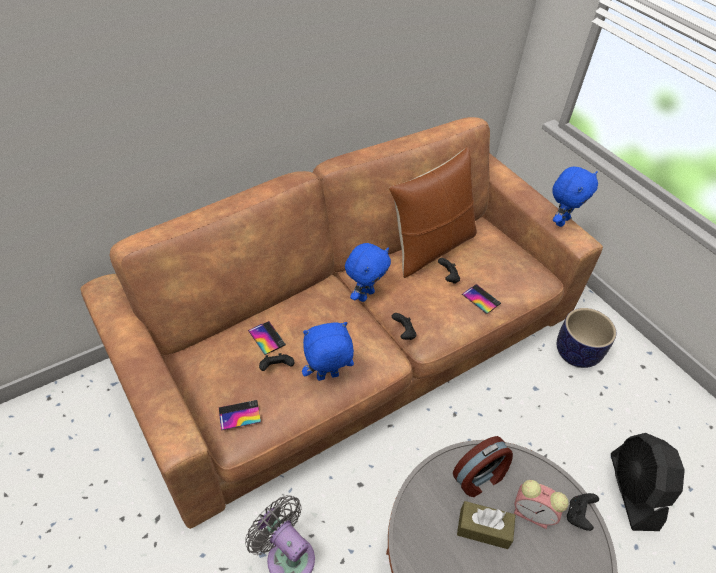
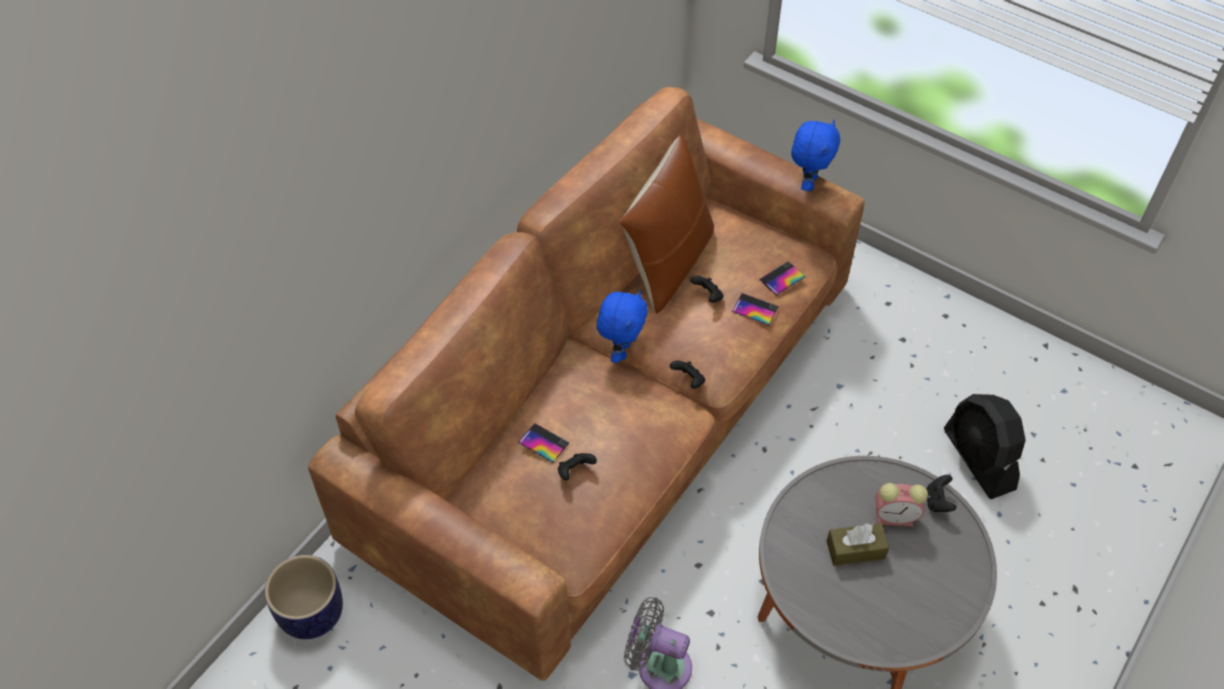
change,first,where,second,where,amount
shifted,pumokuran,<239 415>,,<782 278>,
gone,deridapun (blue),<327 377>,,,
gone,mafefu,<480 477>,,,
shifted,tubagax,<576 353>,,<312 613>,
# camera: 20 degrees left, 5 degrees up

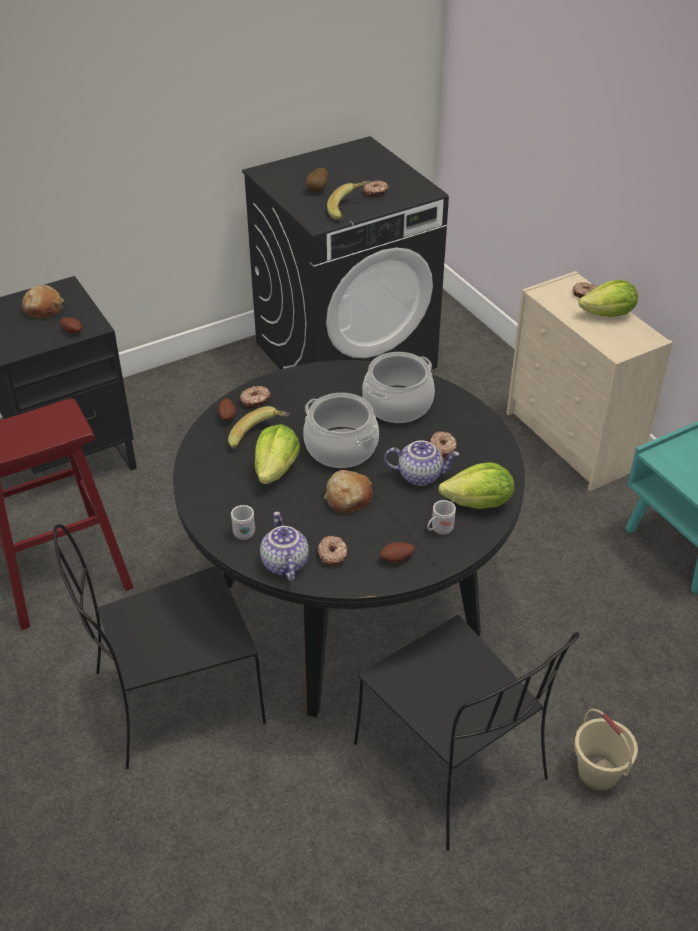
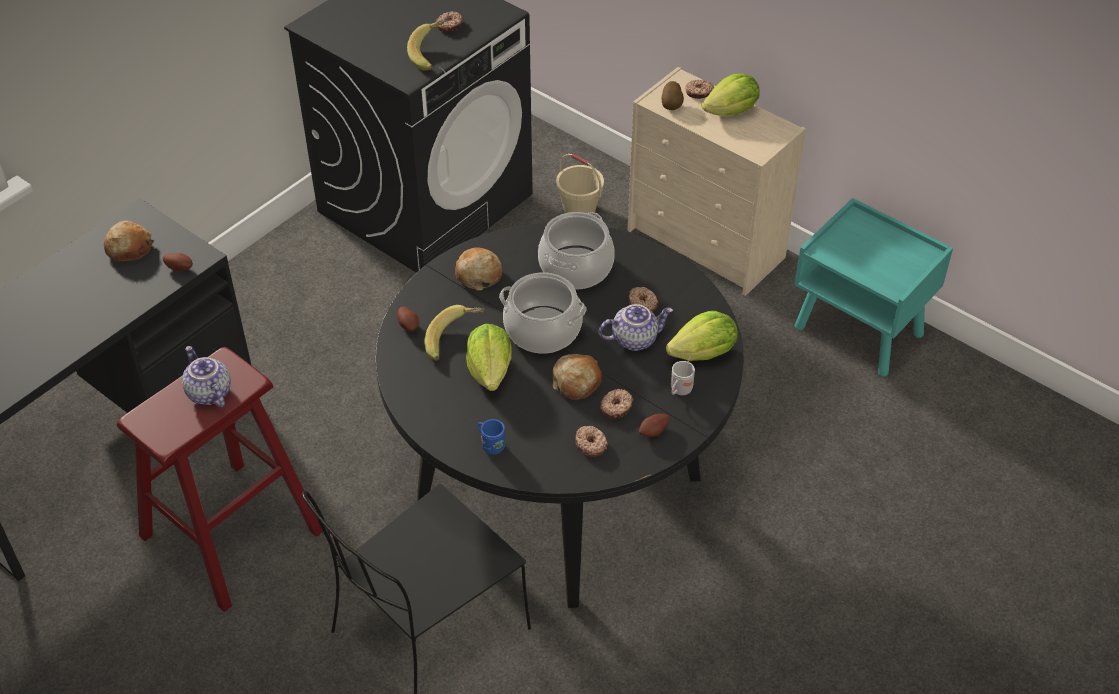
change,first,where,second,where,amount
repainted,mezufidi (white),<243 531>,mezufidi (blue),<491 445>,
shifted,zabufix,<255 401>,,<617 407>,
shifted,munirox,<283 563>,,<208 393>,
shifted,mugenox,<318 190>,,<672 106>,
gone,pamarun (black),<453 764>,,,
shifted,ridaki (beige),<598 773>,,<580 210>,
new,,,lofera,<478 275>,
# camera: 20 degrees left, 5 degrees up

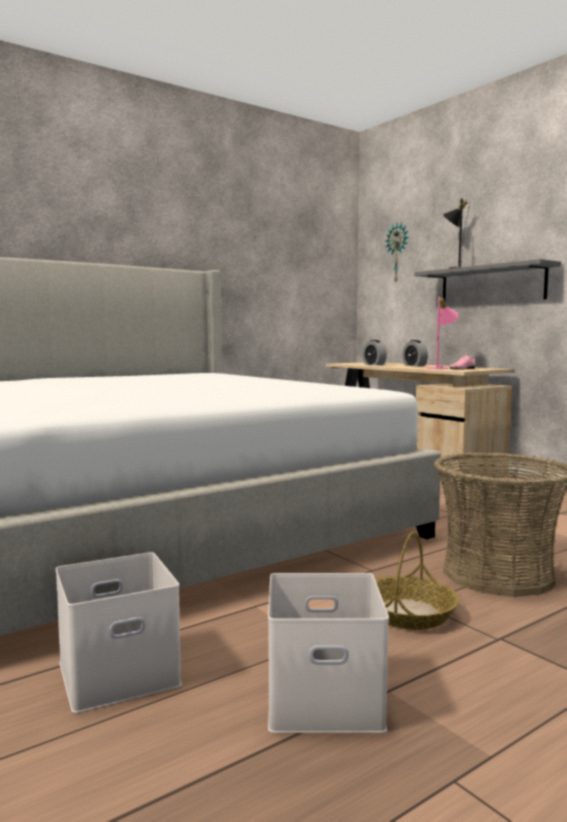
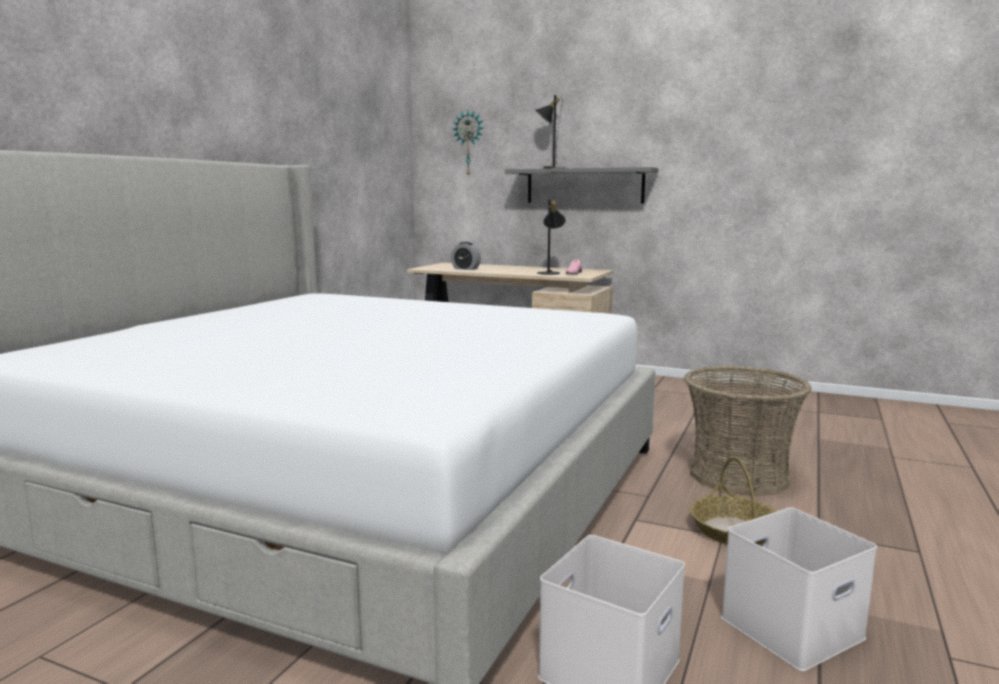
change,first,where,second,where,amount
gone,mafefu,<414 366>,,,
repainted,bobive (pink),<440 368>,bobive (black),<550 272>,
# camera: 30 degrees left, 5 degrees up

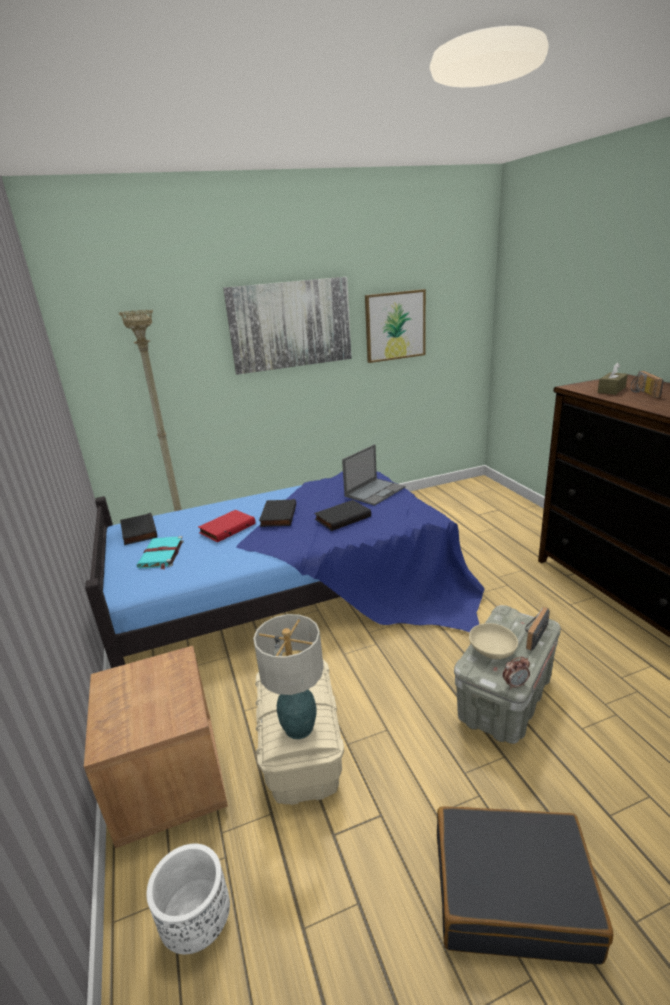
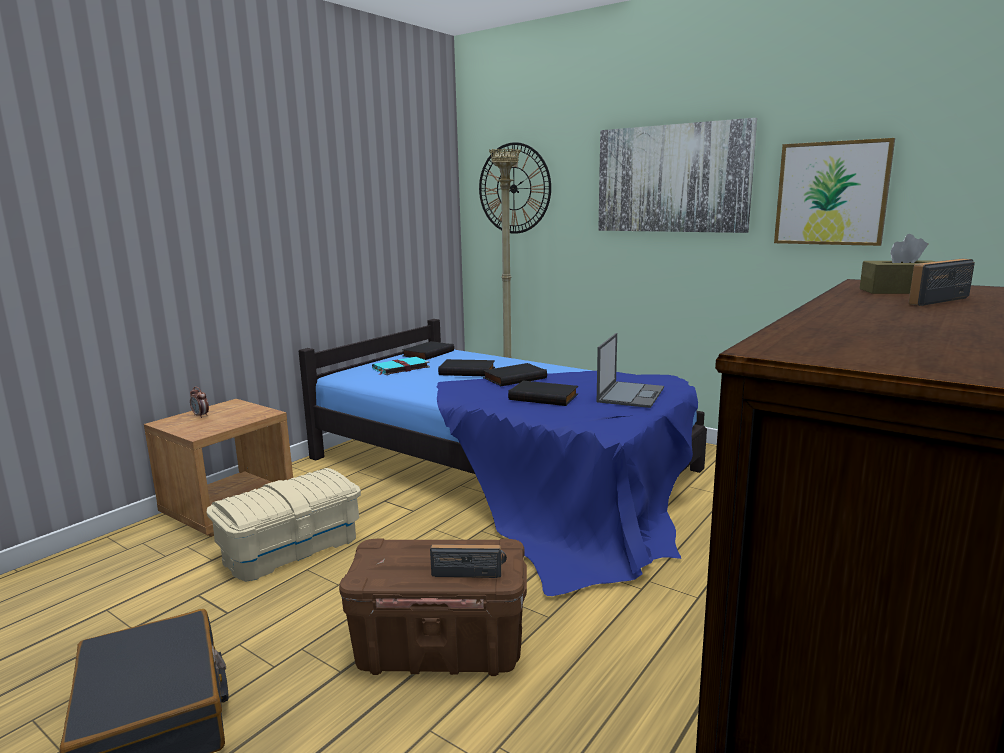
change,first,where,second,where,amount
gone,tubagax (white),<197 923>,,,
repainted,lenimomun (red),<227 528>,lenimomun (black),<468 371>,
gone,bobive,<298 728>,,,
rotated,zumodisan,<375 491>,,<630 394>,75 degrees counterclockwise
repainted,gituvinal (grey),<505 700>,gituvinal (brown),<438 650>,
gone,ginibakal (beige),<492 651>,,,
shifted,mafefu,<515 685>,,<201 416>,
new,,,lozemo,<514 188>,
# camera: 55 degrees right, 10 degrees down

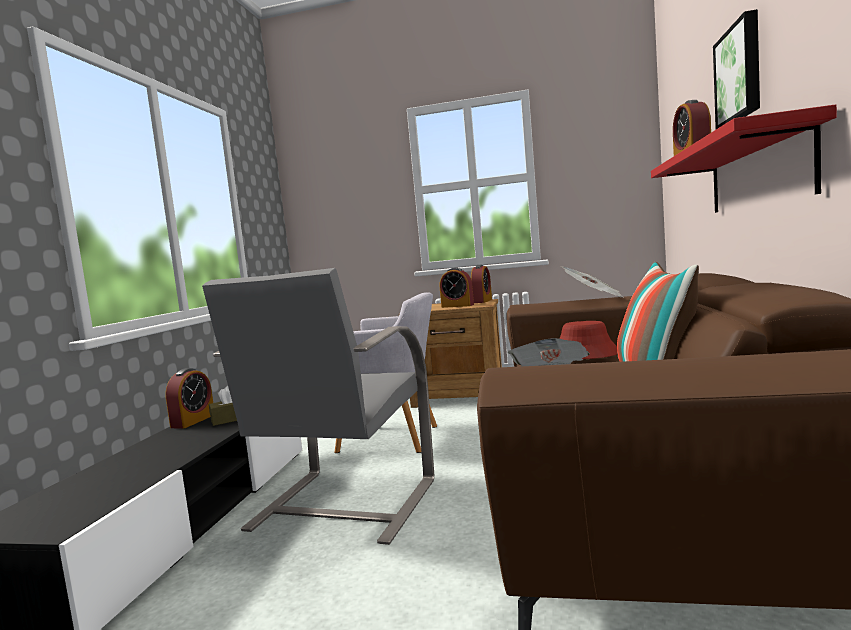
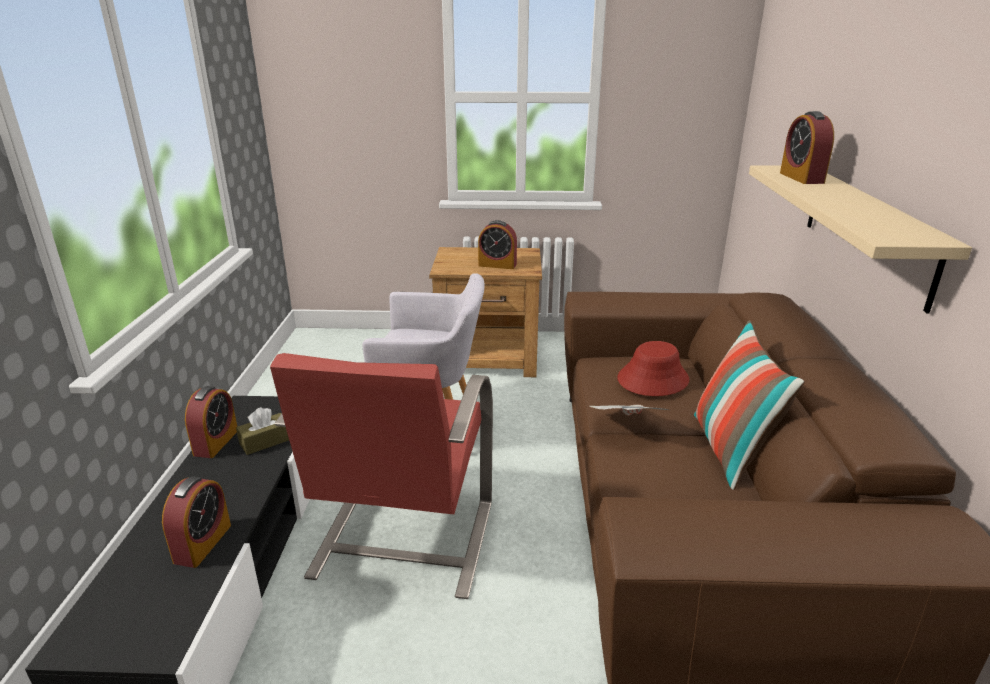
change,first,where,second,where,amount
repainted,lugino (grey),<342 505>,lugino (red),<403 540>,
shifted,mafefu,<482 301>,,<203 543>,
gone,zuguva,<594 298>,,,
repainted,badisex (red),<756 173>,badisex (beige),<867 230>,
gone,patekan,<740 74>,,,
# camera: 10 degrees left, 20 degrees up

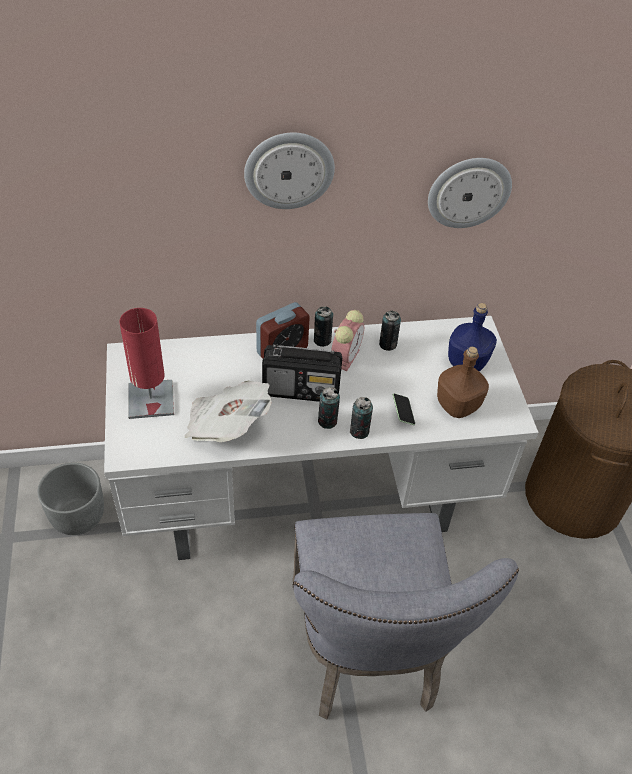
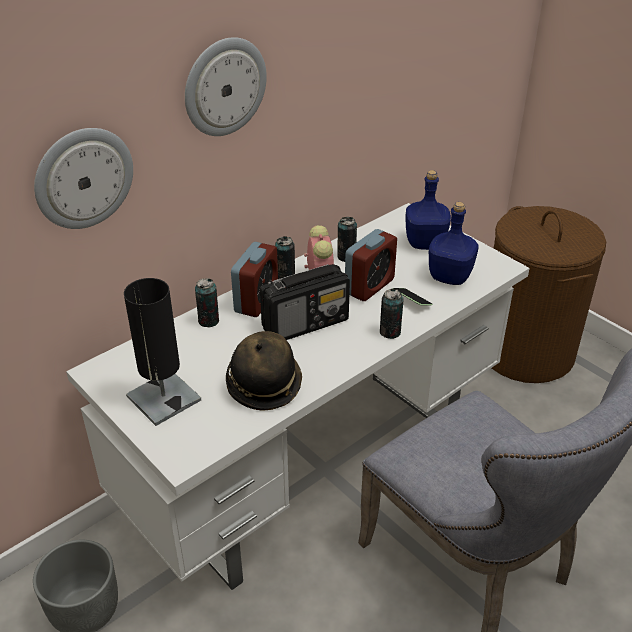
change,first,where,second,where,amount
repainted,bobive (red),<151 400>,bobive (black),<164 398>,
swapped,zuguva,<226 425>,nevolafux,<263 384>,
shifted,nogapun,<327 421>,,<209 321>,
shifted,lozemo,<468 192>,,<83 178>,
repainted,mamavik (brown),<456 406>,mamavik (blue),<449 277>,
new,,,mafefu,<369 286>,
# camera: 30 degrees left, 10 degrees down

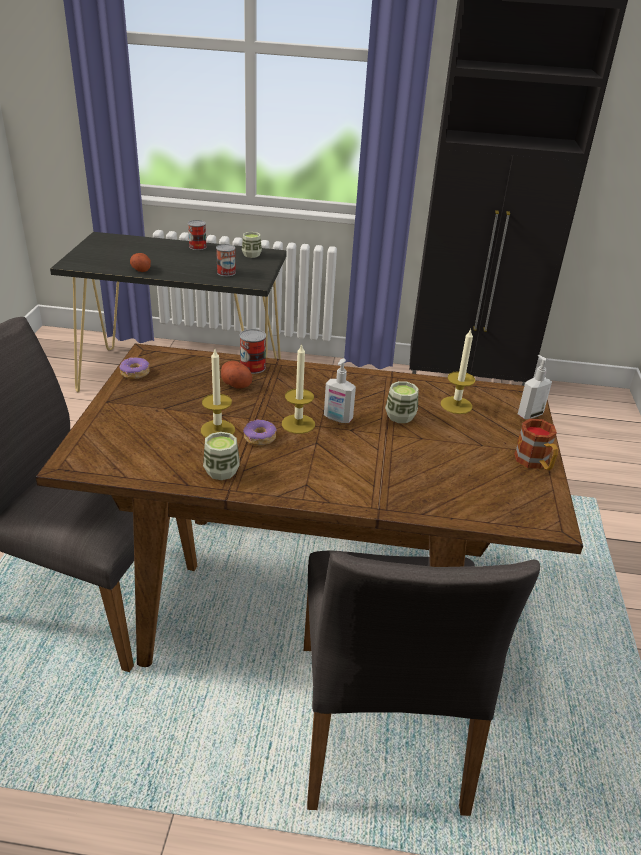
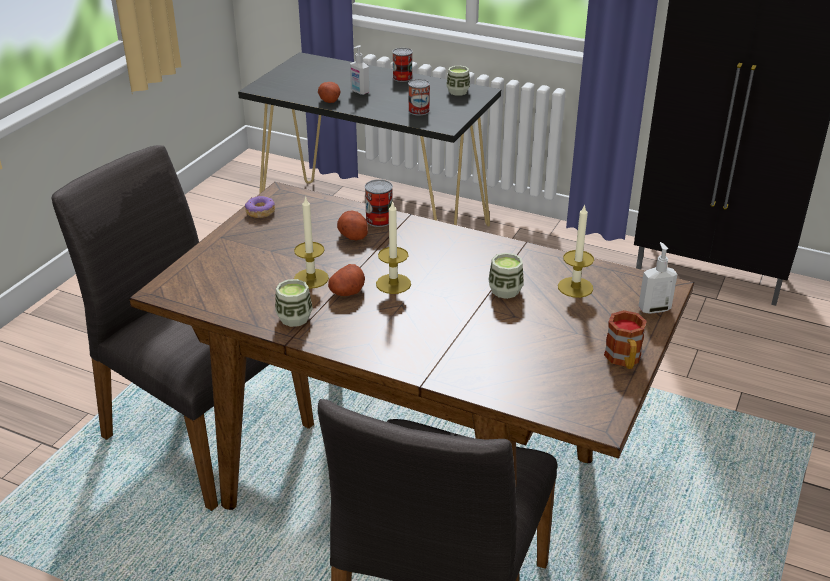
change,first,where,second,where,amount
swapped,zabufix,<259 438>,mugenox,<347 292>,
shifted,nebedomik,<337 418>,,<359 92>,
# camera: 20 degrees right, 0 degrees up

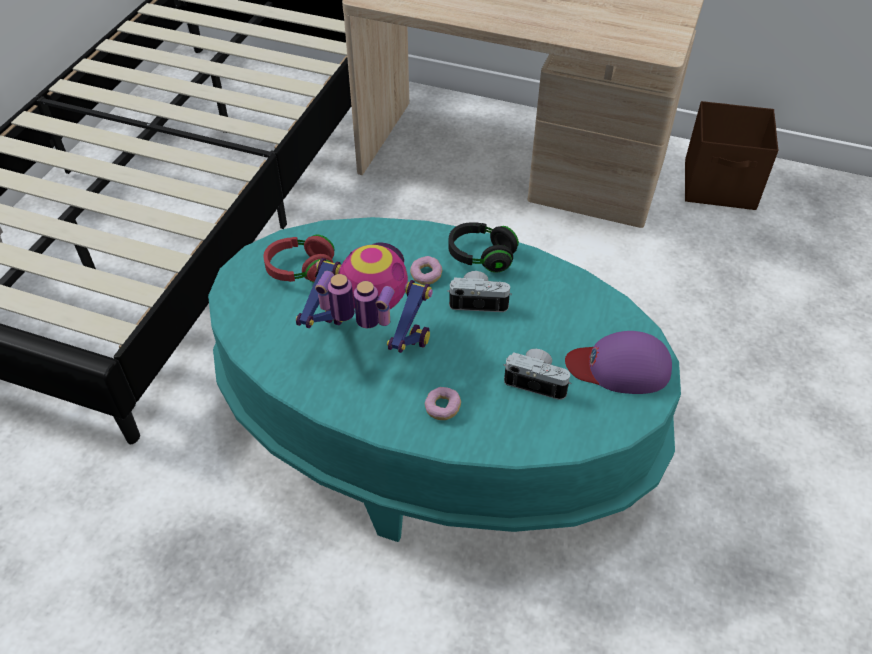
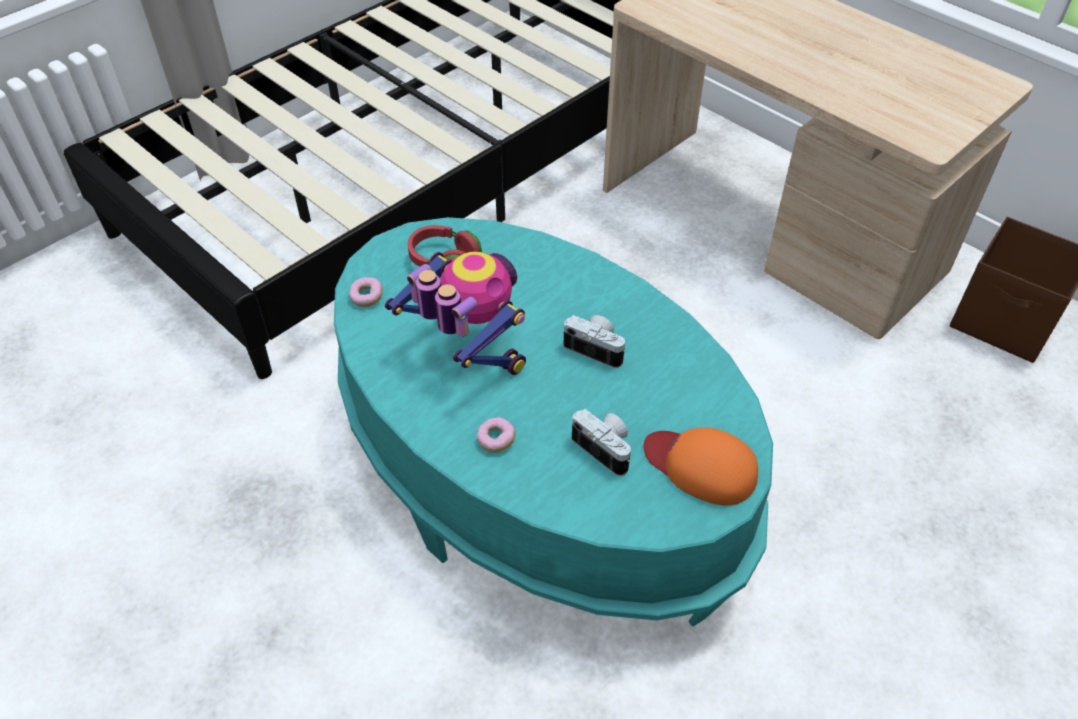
change,first,where,second,where,amount
shifted,zabufix,<426 275>,,<367 297>,
gone,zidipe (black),<481 256>,,,
repainted,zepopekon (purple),<619 367>,zepopekon (orange),<701 466>,
# camera: 25 degrees right, 0 degrees up

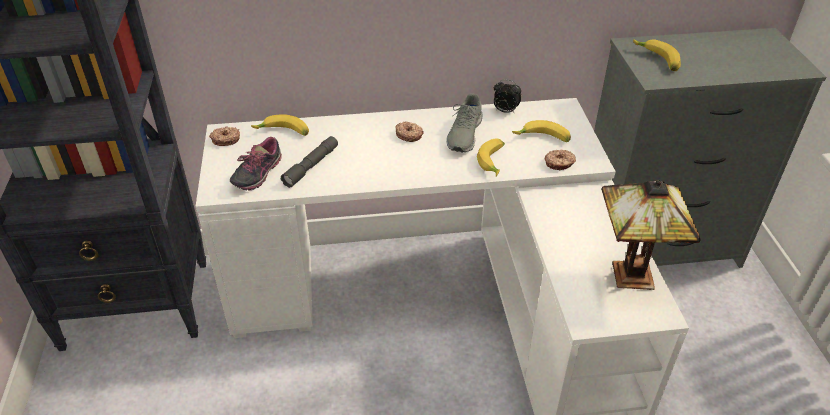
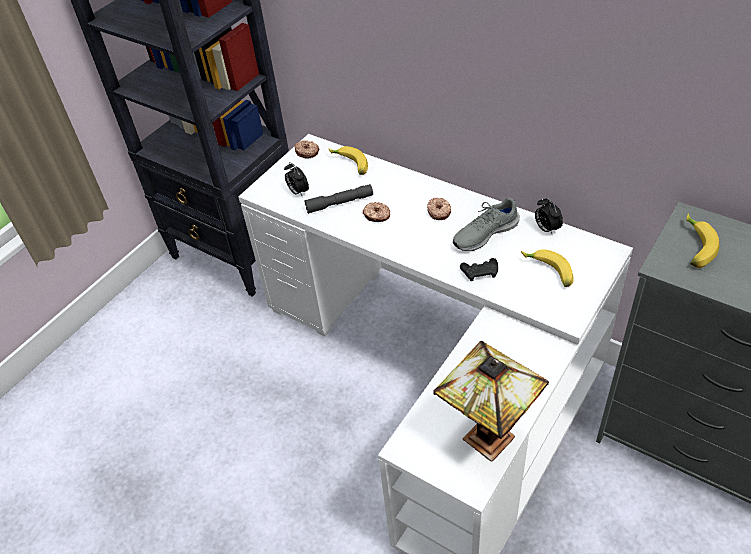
change,first,where,second,where,amount
swapped,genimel,<257 175>,mafefu,<298 192>,
swapped,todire,<494 162>,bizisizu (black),<480 272>,
shifted,zabufix,<559 163>,,<377 216>,
# camera: 45 degrees right, 5 degrees up

